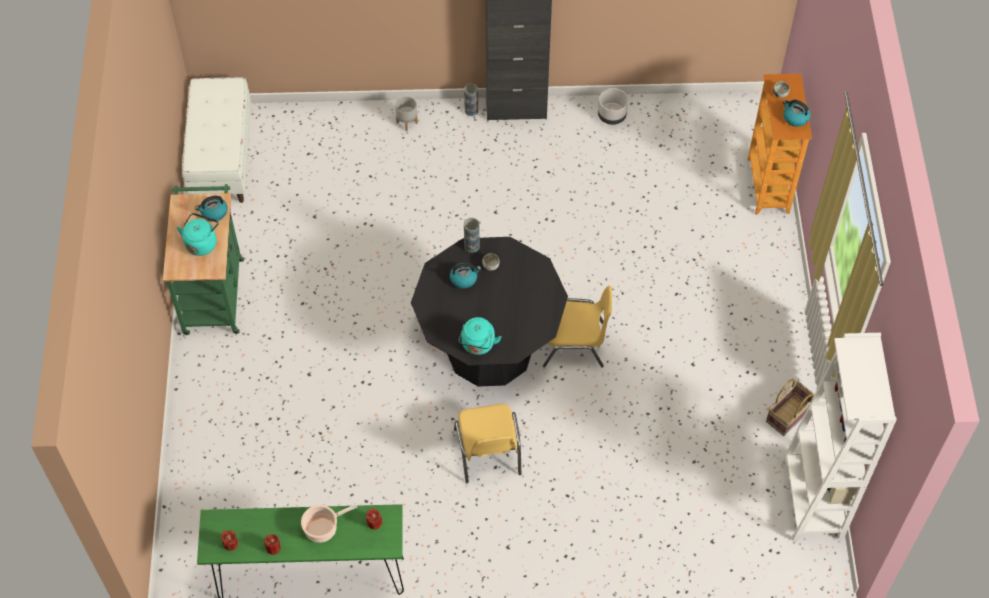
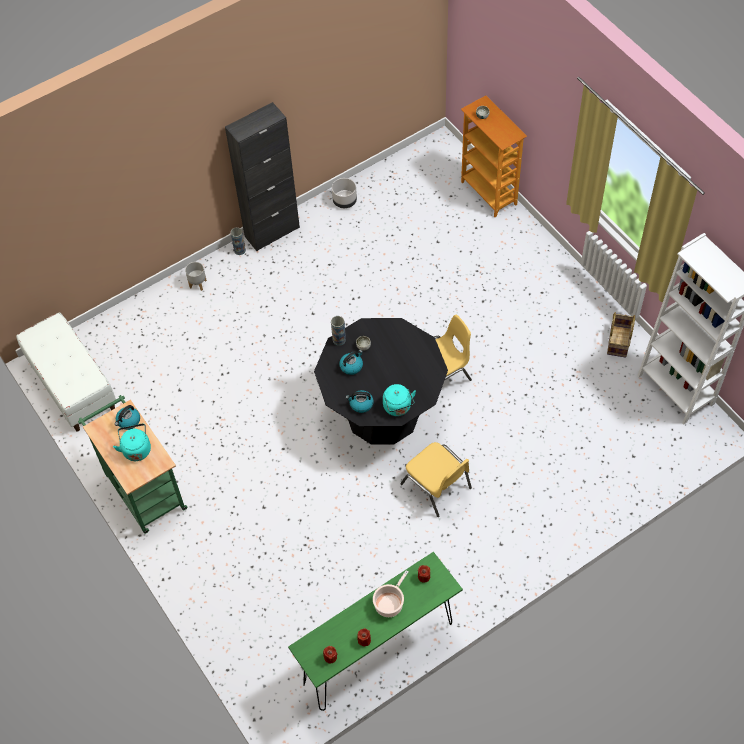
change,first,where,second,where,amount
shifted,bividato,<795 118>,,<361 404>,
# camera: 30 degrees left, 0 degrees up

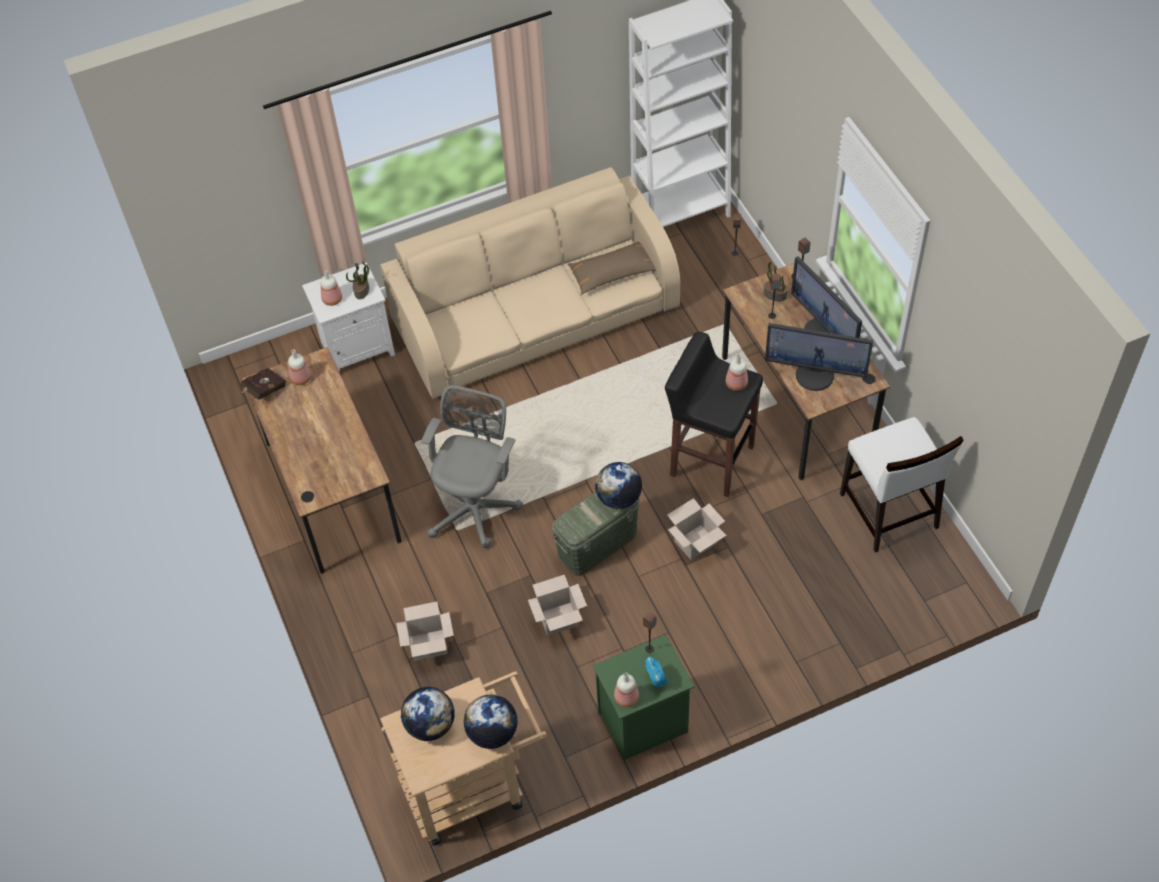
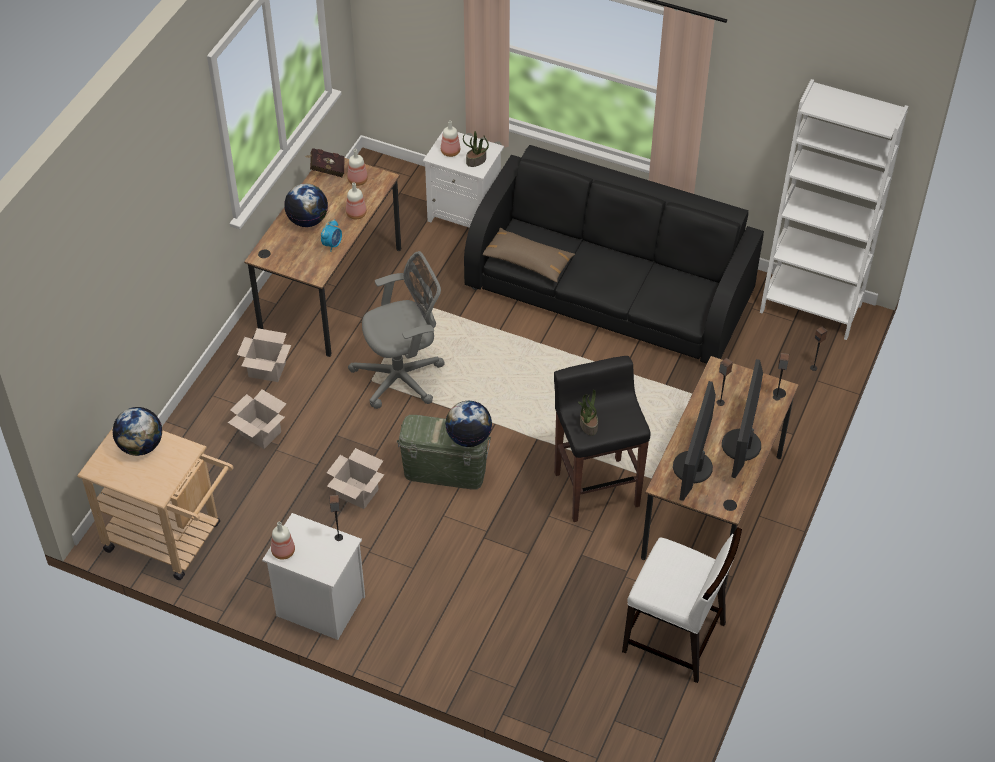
change,first,where,second,where,amount
repainted,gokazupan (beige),<535 314>,gokazupan (black),<610 289>,
shifted,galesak,<492 732>,,<308 220>,
shifted,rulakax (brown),<613 272>,,<527 261>,
repainted,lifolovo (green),<642 723>,lifolovo (white),<318 606>,
shifted,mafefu,<656 680>,,<332 244>,
shifted,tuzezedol,<695 543>,,<266 370>,
shifted,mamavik,<735 384>,,<355 213>,
shifted,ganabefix,<774 295>,,<588 425>,
rotated,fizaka,<815 374>,,<693 467>,45 degrees clockwise
rotated,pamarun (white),<888 512>,,<675 638>,90 degrees counterclockwise
# camera: 45 degrees right, 5 degrees down

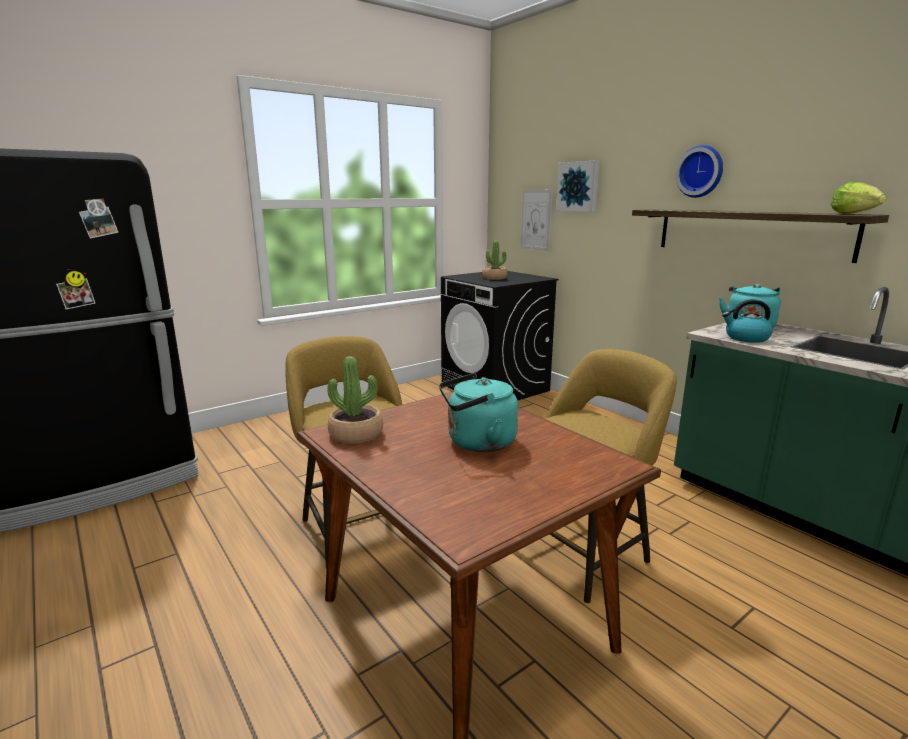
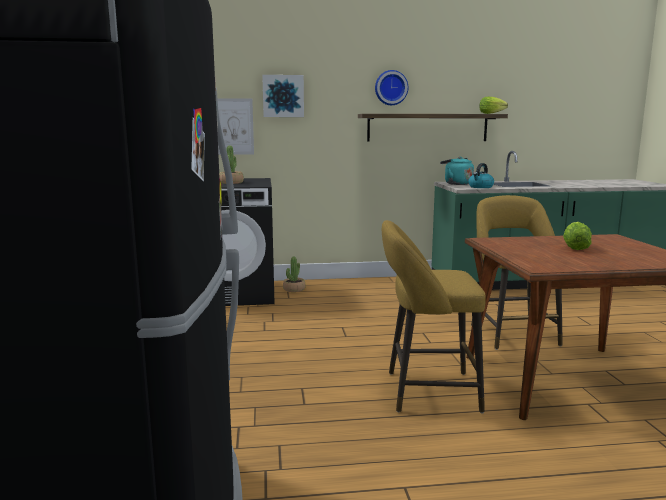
change,first,where,second,where,amount
shifted,ganabefix,<356 434>,,<294 289>,
swapped,bividato (turquoise),<477 443>,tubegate,<575 248>,
# camera: 60 degrees left, 5 degrees down

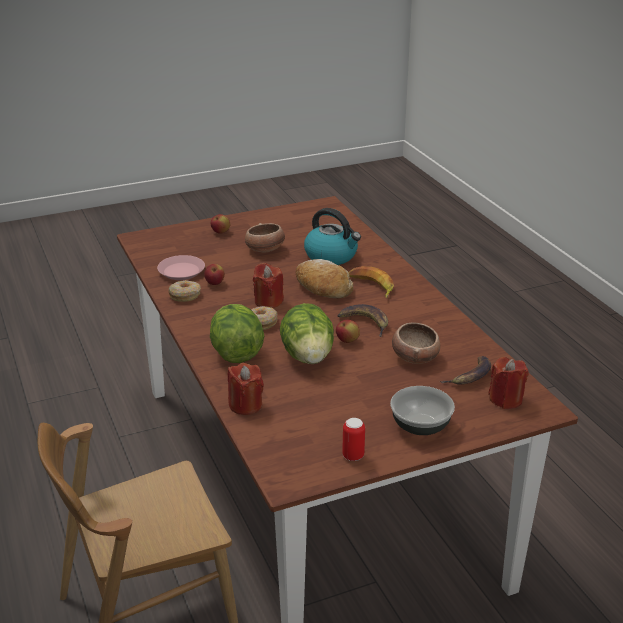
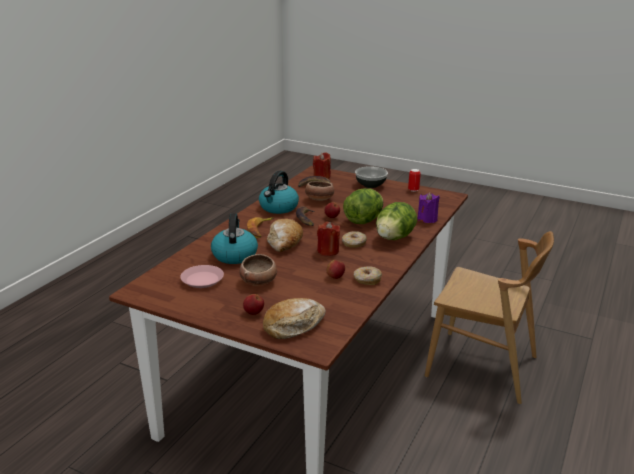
change,first,where,second,where,amount
shifted,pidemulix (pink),<181 271>,,<202 280>,
repainted,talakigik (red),<245 405>,talakigik (purple),<427 219>,
new,,,bividato,<278 208>,
new,,,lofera,<294 325>,
# camera: 130 degrees left, 5 degrees down

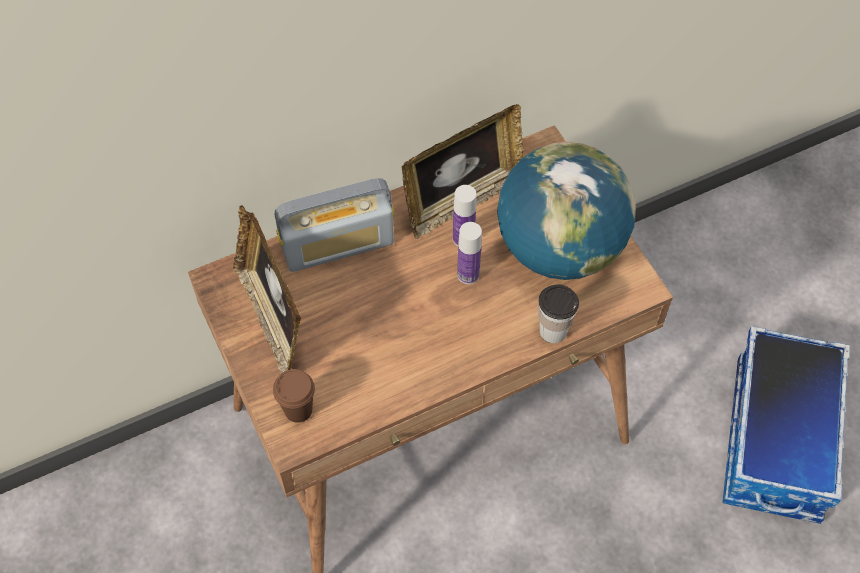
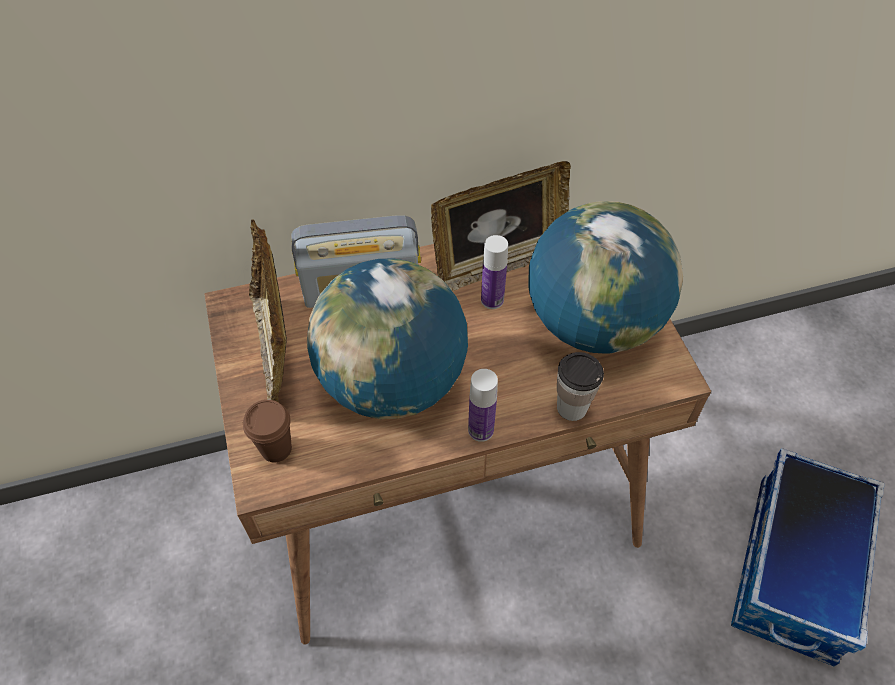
change,first,where,second,where,amount
shifted,mamavik,<468 274>,,<480 430>,
new,,,galesak,<392 382>,
# camera: 10 degrees right, 5 degrees down

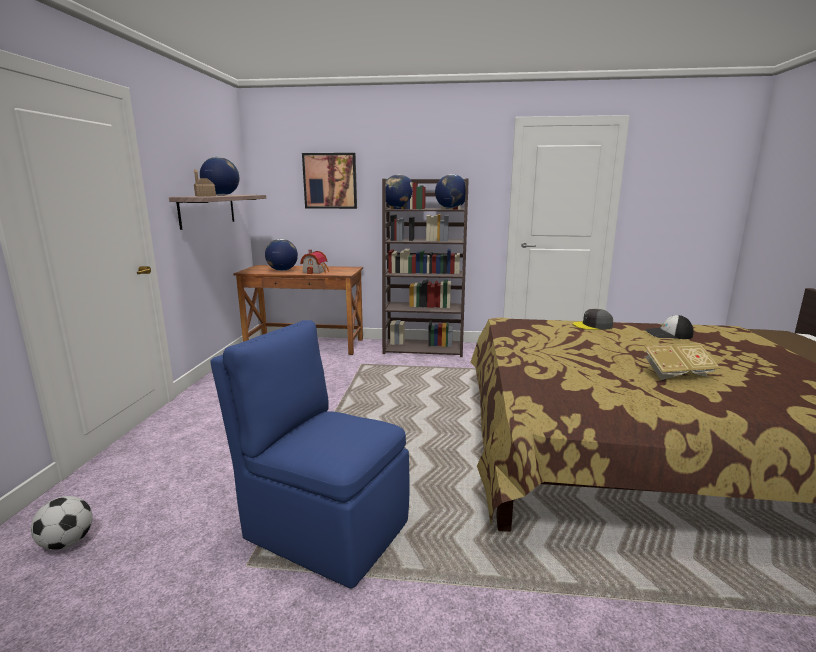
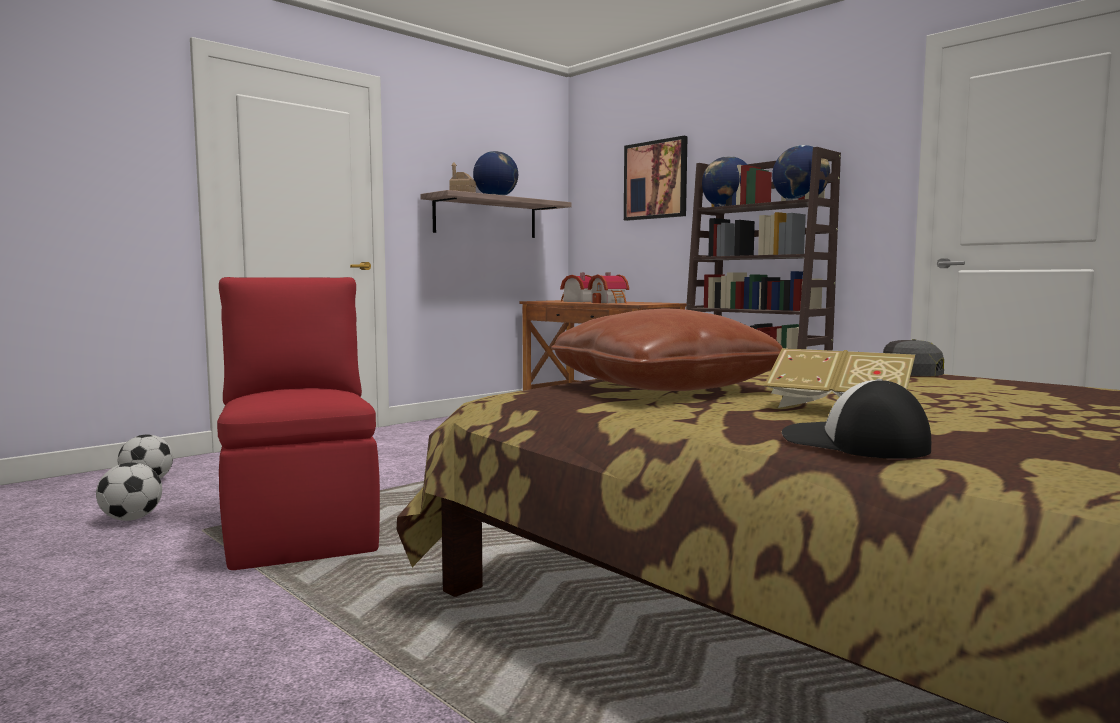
change,first,where,second,where,amount
repainted,pamarun (blue),<324 527>,pamarun (red),<302 530>,
swapped,galesak,<282 270>,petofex,<577 301>,
shifted,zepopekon,<668 334>,,<853 443>,
new,,,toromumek,<131 519>,
new,,,rulakax (brown),<663 387>,
# camera: 40 degrees right, 10 degrees down

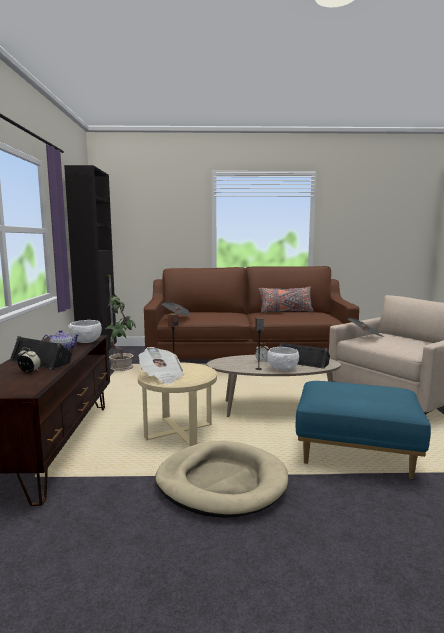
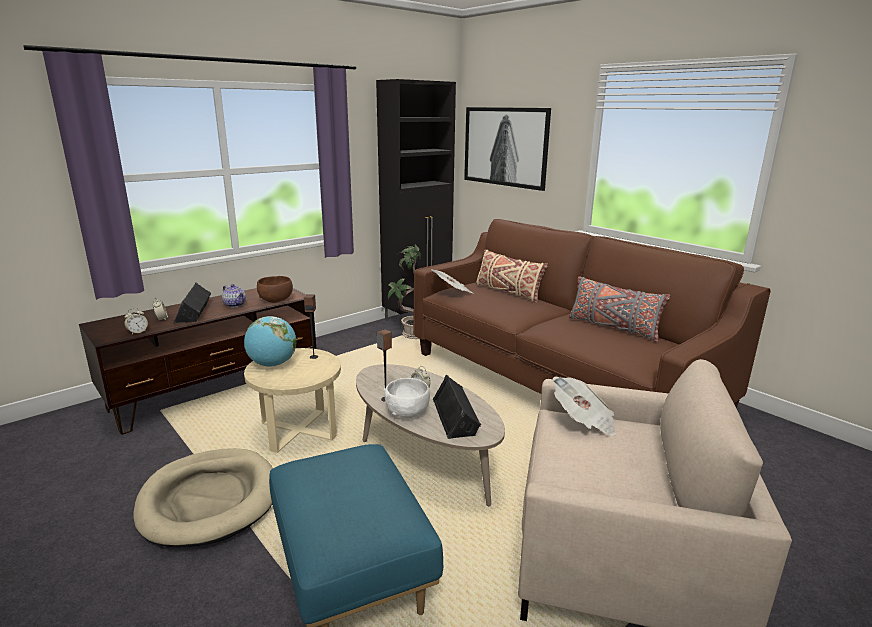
change,first,where,second,where,amount
repainted,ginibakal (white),<86 341>,ginibakal (brown),<276 300>,
swapped,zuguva,<161 377>,galesak,<272 364>,
new,,,mafefu,<137 332>,
new,,,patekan,<504 147>,
new,,,rulakax (beige),<508 292>,
# camera: 50 degrees right, 10 degrees up

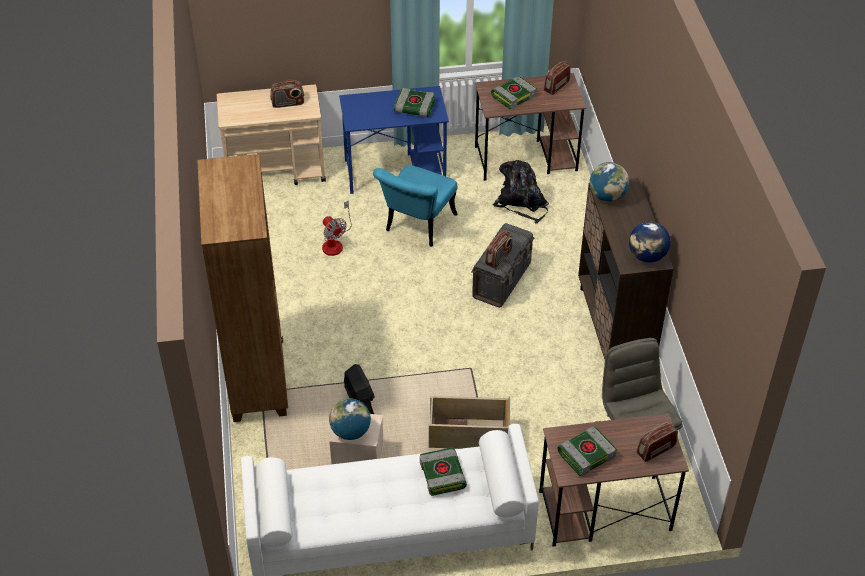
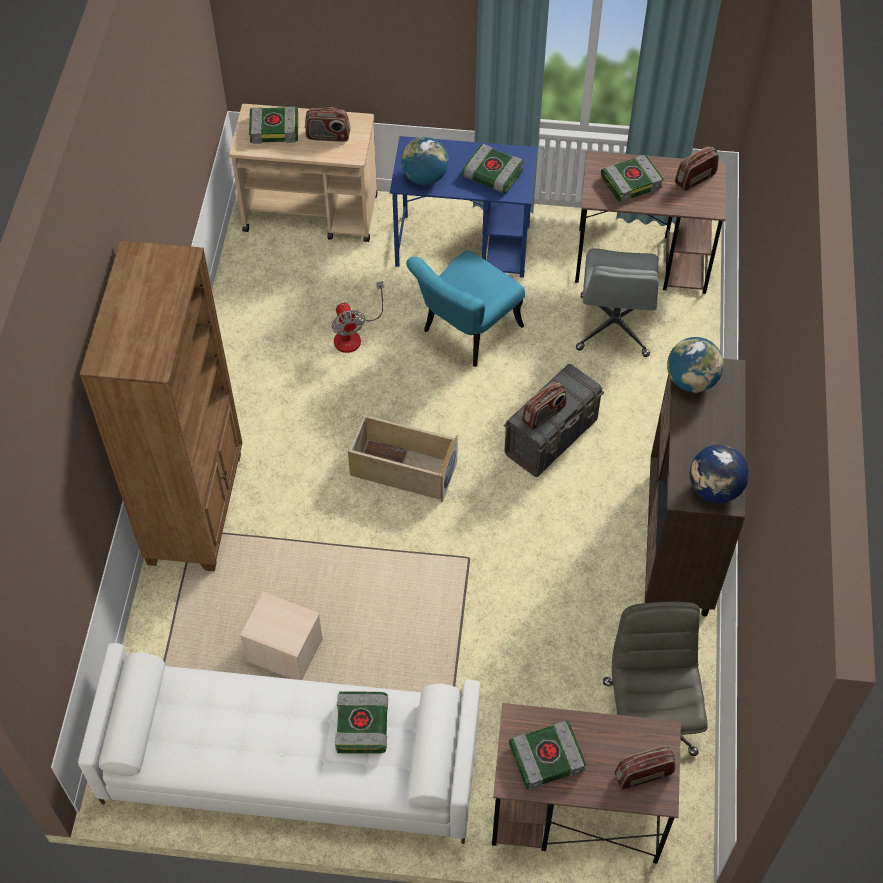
change,first,where,second,where,amount
shifted,galesak,<350 432>,,<425 177>,
gone,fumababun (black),<359 400>,,,
shifted,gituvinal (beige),<468 434>,,<402 469>,
swapped,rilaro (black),<521 203>,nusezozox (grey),<614 327>,
new,,,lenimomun,<275 128>,
# camera: 15 degrees right, 10 degrees up

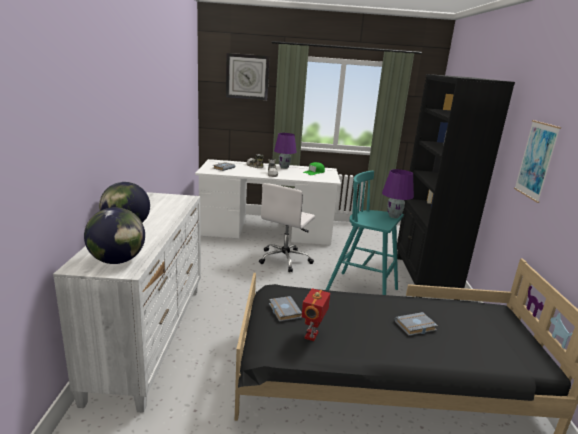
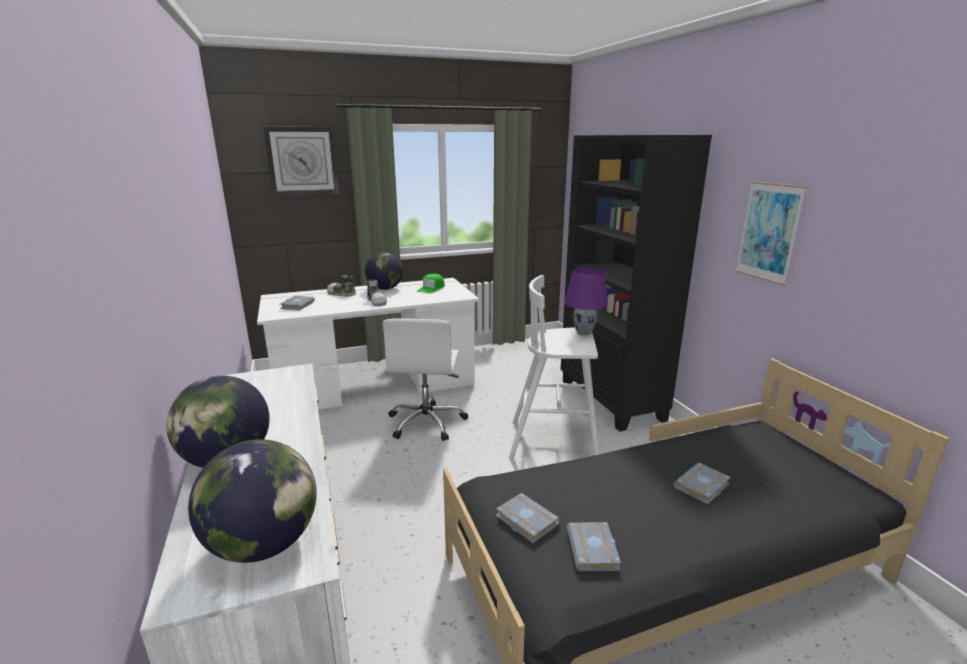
change,first,where,second,where,amount
swapped,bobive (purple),<284 167>,galesak,<385 289>,
swapped,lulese,<312 335>,lenimomun (grey),<594 551>,
repainted,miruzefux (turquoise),<363 291>,miruzefux (white),<555 442>,
# camera: 20 degrees left, 0 degrees up

